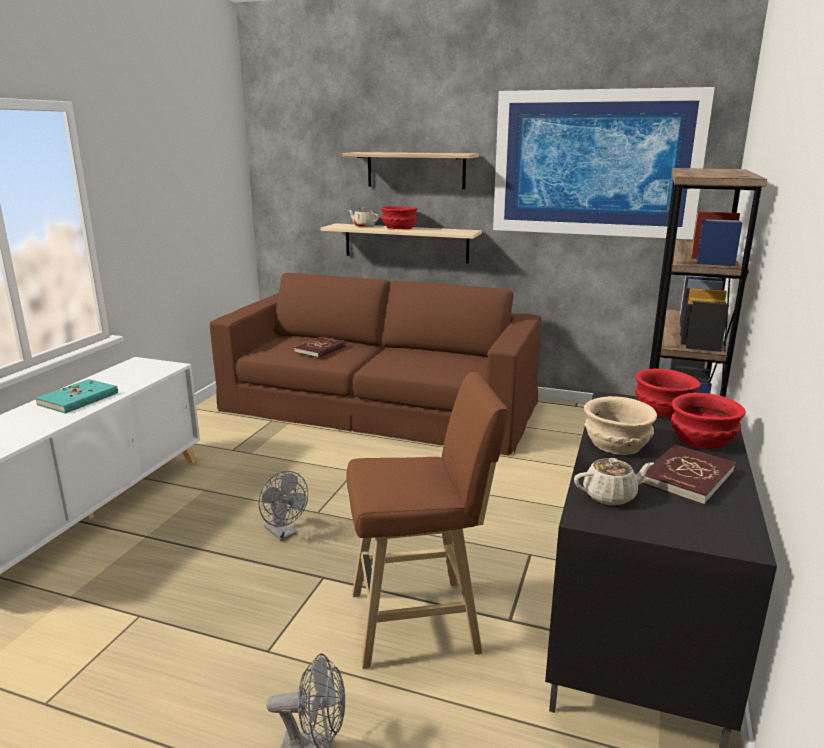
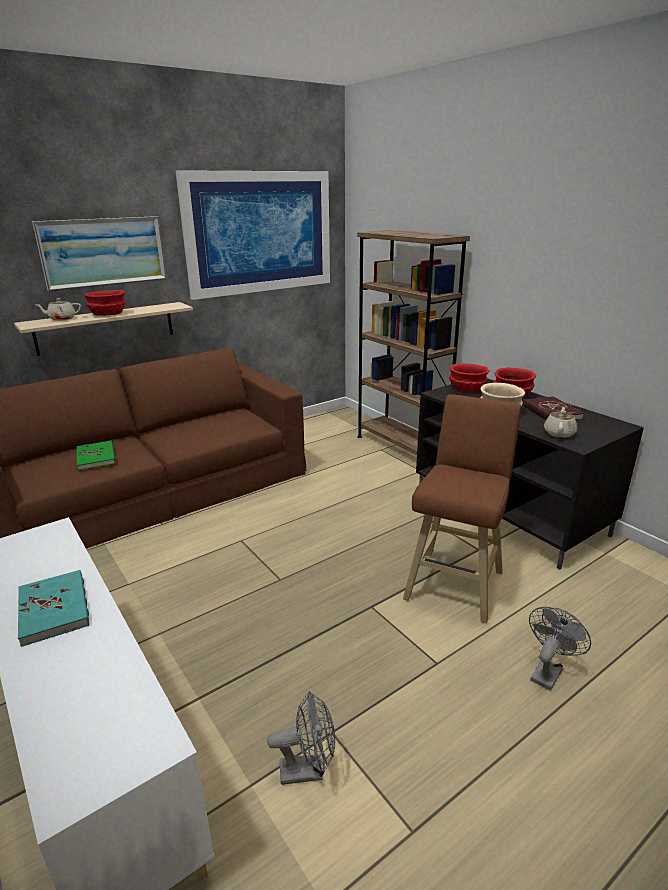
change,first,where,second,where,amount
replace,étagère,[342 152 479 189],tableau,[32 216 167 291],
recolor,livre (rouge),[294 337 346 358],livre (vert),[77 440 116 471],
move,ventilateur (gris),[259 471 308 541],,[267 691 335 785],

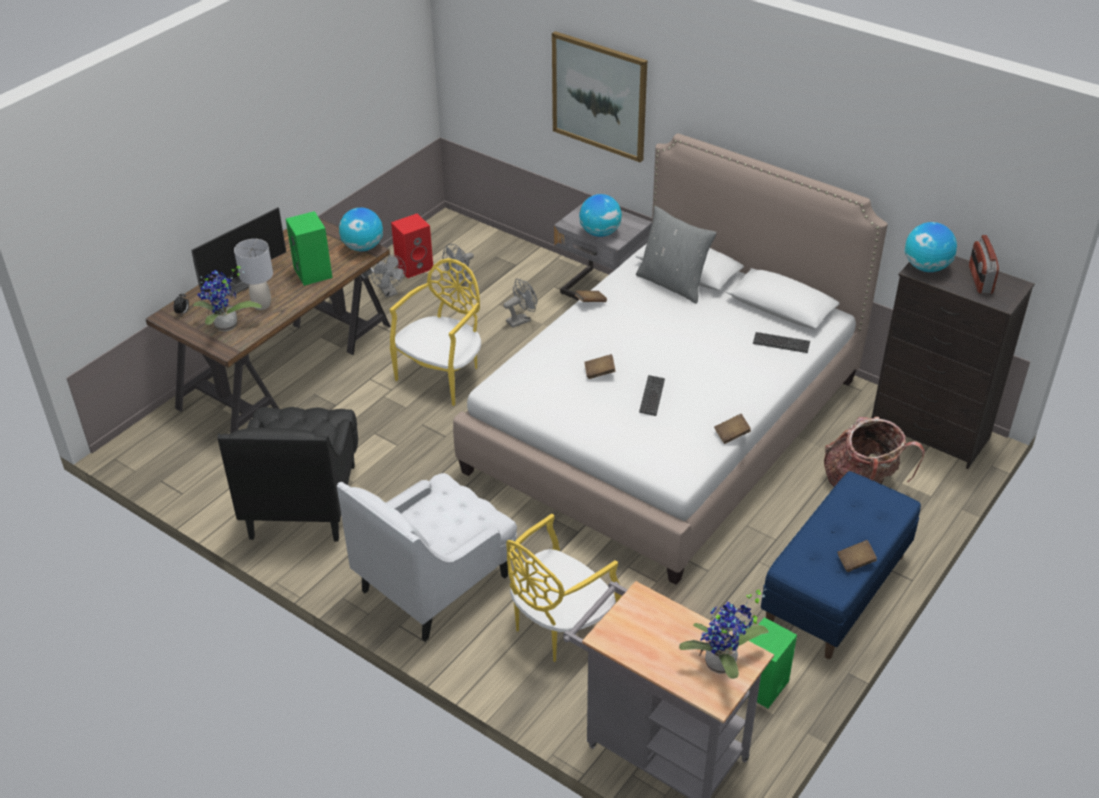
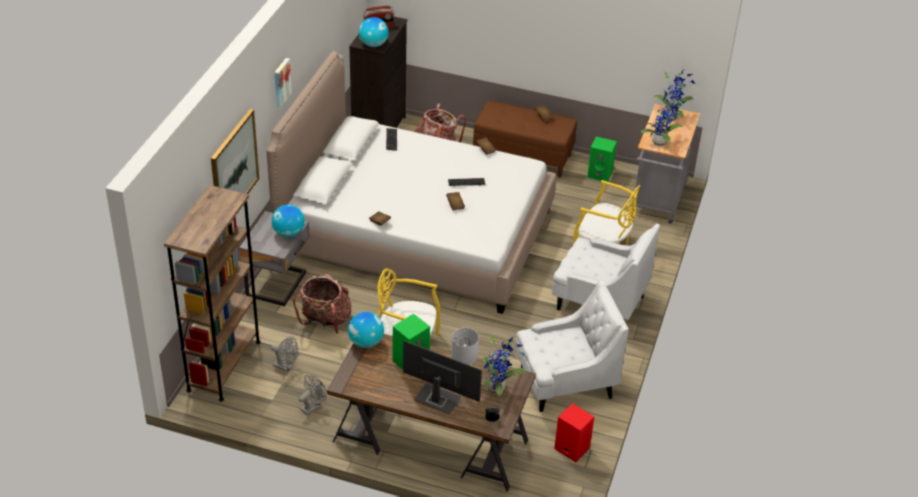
change,first,where,second,where,amount
delete,coussin (gris),[636 206 717 304],,,
move,enceinte (rouge),[391 214 433 278],,[554 403 594 462],
replace,ventilateur (gris),[503 278 537 328],sac à dos,[293 274 351 333],
recolor,fauteuil (noir),[217 407 358 542],fauteuil (blanc),[516 280 629 412],
recolor,banc (bleu),[761 471 921 659],banc (marron),[473 100 577 177],
insert,,,tableau,[275 58 292 108],
insert,,,plante en pot,[641 100 683 146],
insert,,,bibliothèque (marron),[164 185 260 402],

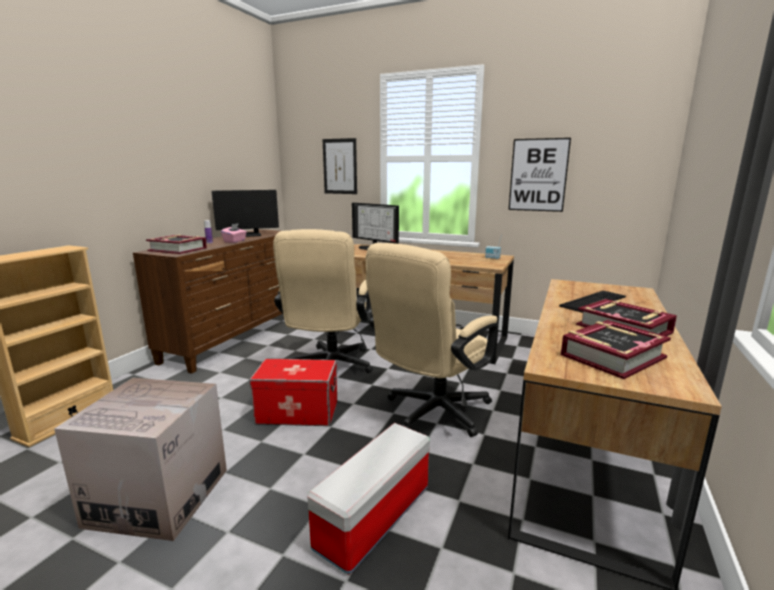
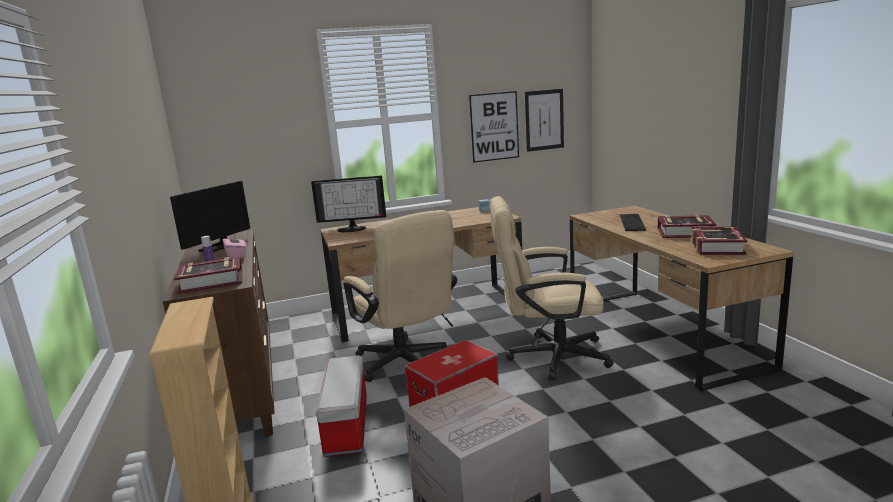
change,first,where,second,where,amount
move,tableau,[323 138 357 194],,[525 89 564 152],
rotate,chaise de bureau (beige),[365 243 498 437],,[490 196 614 380],90 degrees clockwise
move,boîte de rangement,[307 423 430 574],,[316 355 367 457],

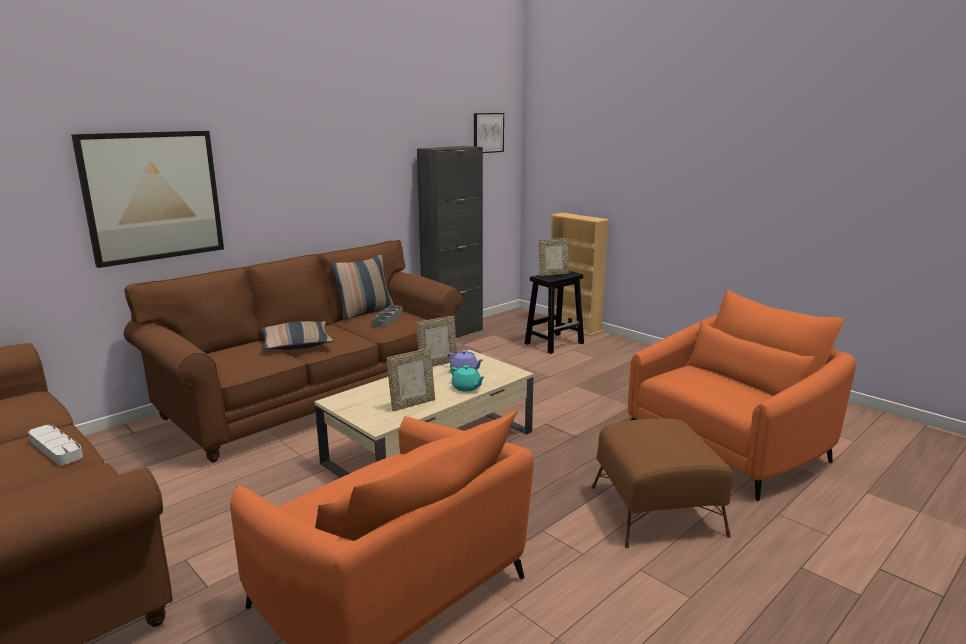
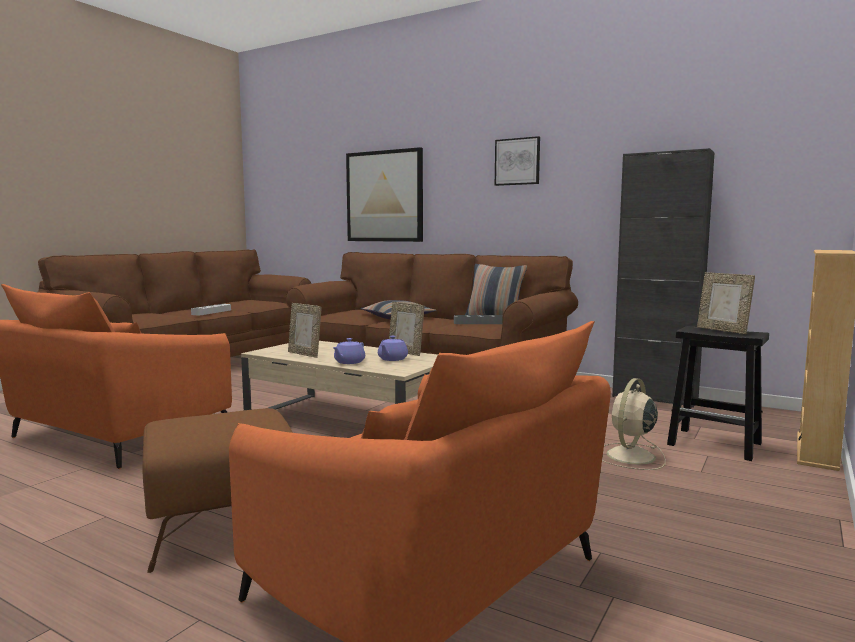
change,first,where,second,where,amount
move,tableau,[474 113 504 153],,[495 136 540 186],
recolor,théière (turquoise),[450 365 485 392],théière (violet),[333 338 365 364],
insert,,,ventilateur (beige),[602 378 666 470],

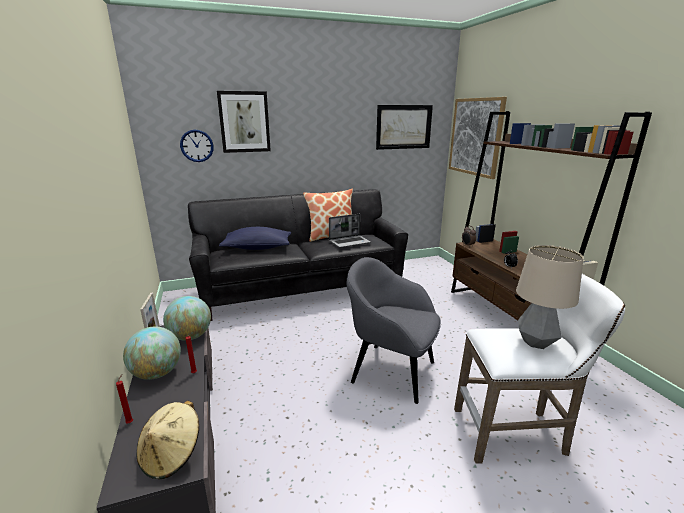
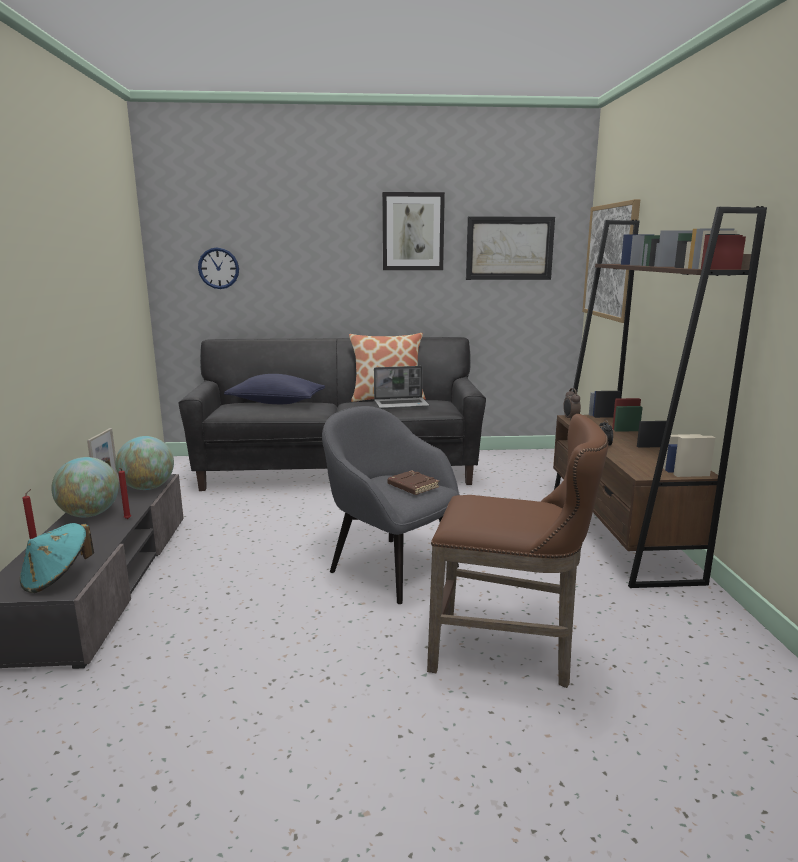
change,first,where,second,where,amount
move,tableau,[217 91 271 153],,[382 192 445 270],
delete,lampe de table,[516 245 584 349],,,
recolor,tabouret (blanc),[454 274 625 463],tabouret (marron),[427 414 608 688],
recolor,chapeau (beige),[137 400 199 479],chapeau (turquoise),[20 523 94 593],
insert,,,livre (marron),[388 470 439 495],

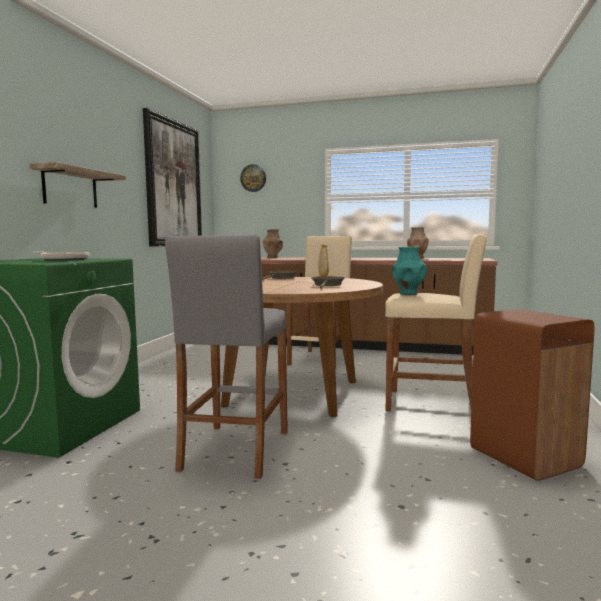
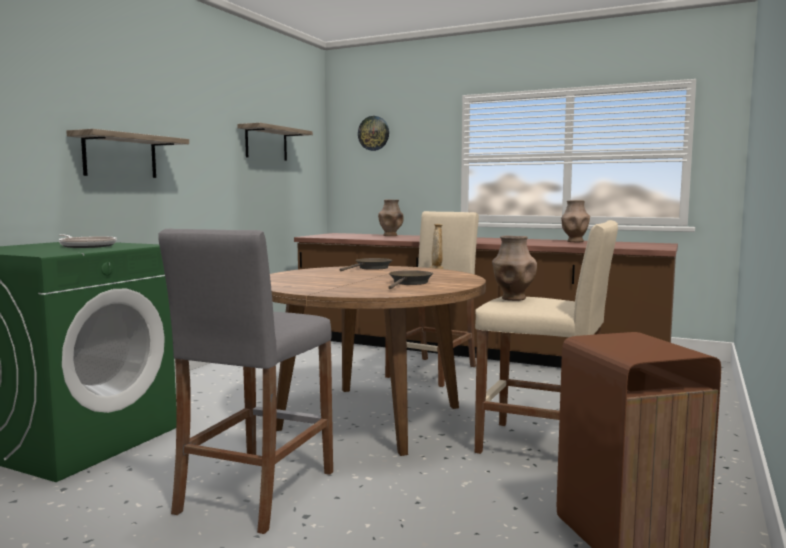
change,first,where,second,where,amount
replace,tableau,[143 108 202 247],étagère,[237 123 313 161],
recolor,vase (turquoise),[392 246 427 295],vase (marron),[492 236 537 301],

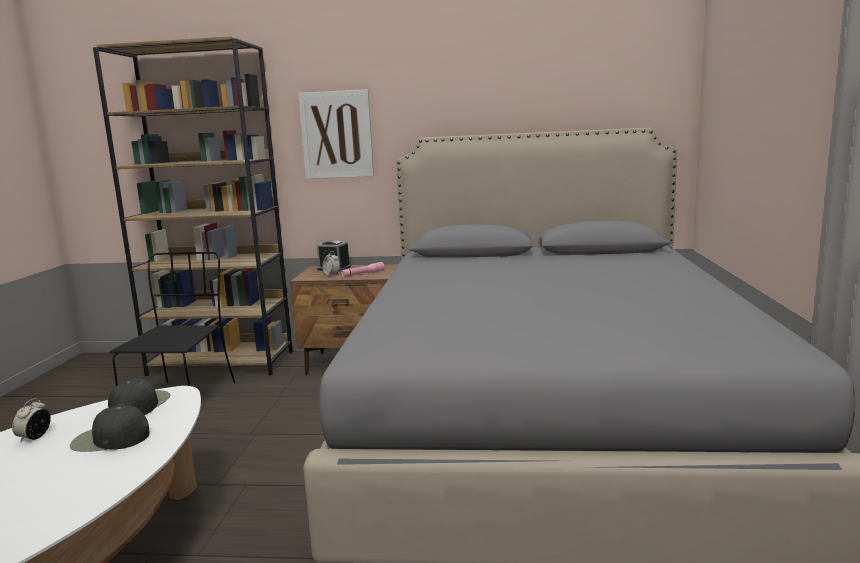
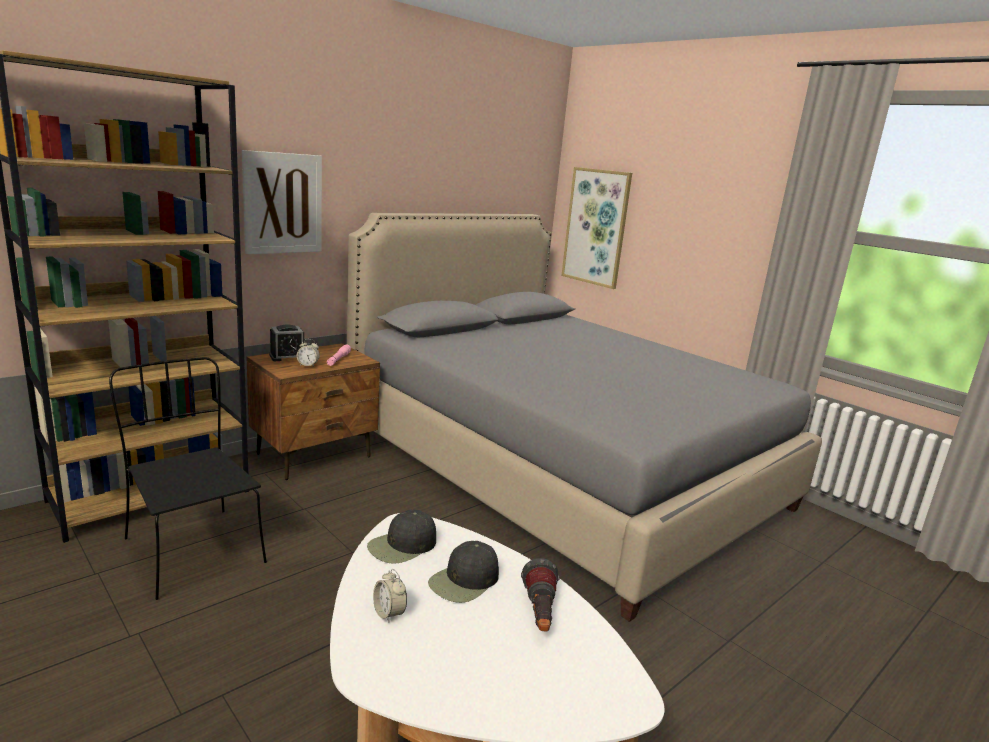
change,first,where,second,where,amount
rotate,casquette (noir),[108 378 170 415],,[367 510 436 564],90 degrees counterclockwise
insert,,,tableau,[561 167 632 289],
insert,,,lampe de poche,[521 558 559 631],

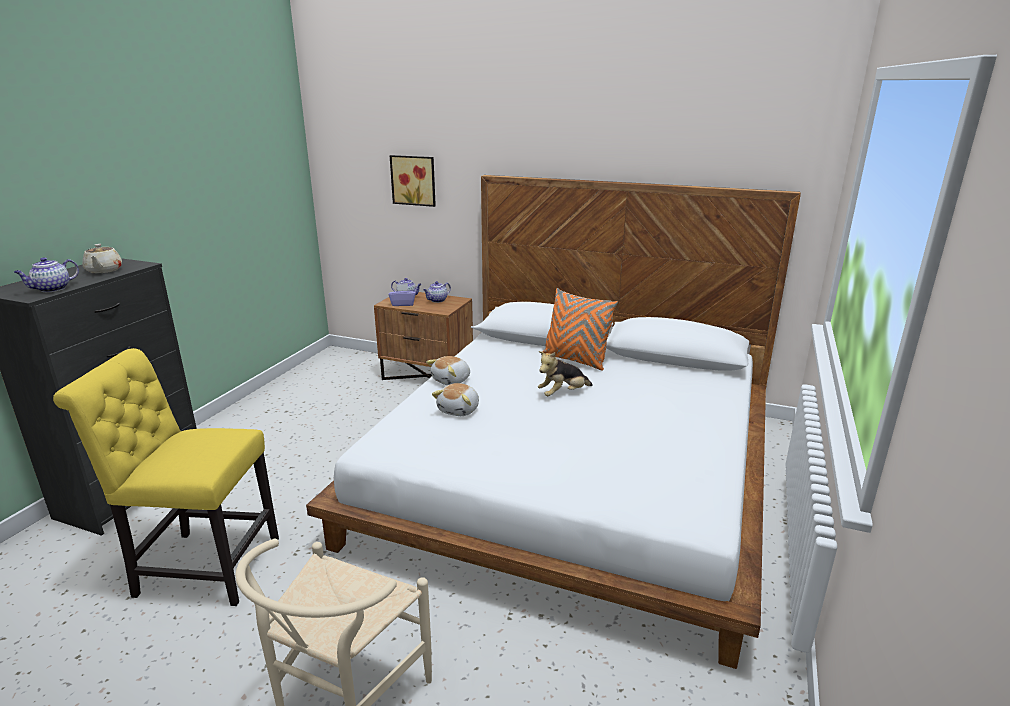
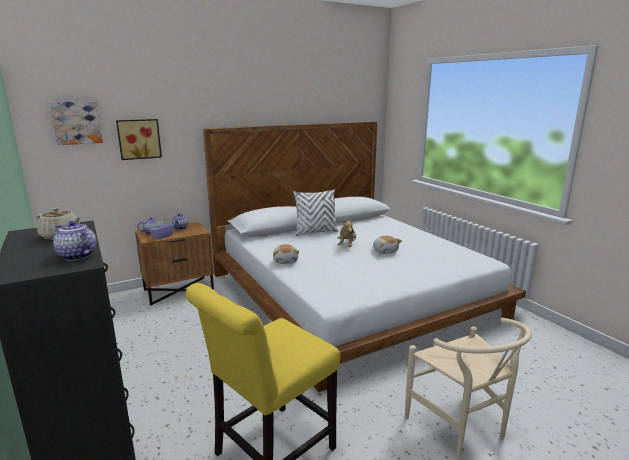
change,first,where,second,where,amount
rotate,théière,[14 257 79 292],,[53 221 96 261],135 degrees clockwise
recolor,coussin (orange),[541 288 618 370],coussin (blanc),[293 189 339 236],
move,peluche,[432 383 479 416],,[373 236 402 254],
insert,,,tableau,[49 101 103 145],

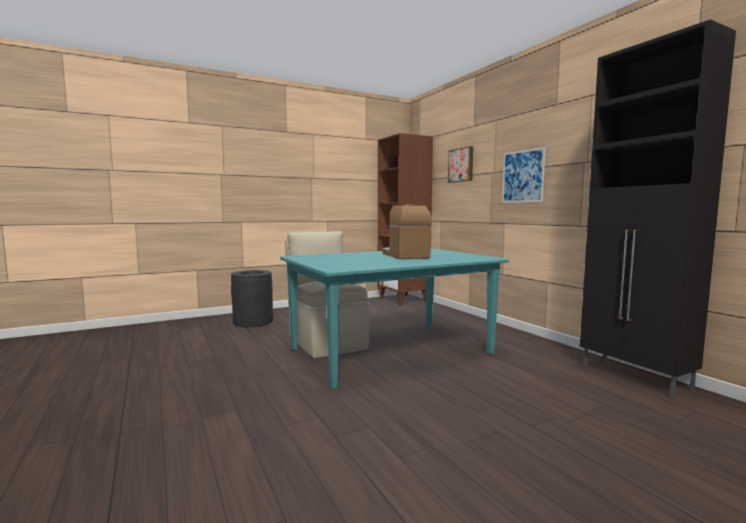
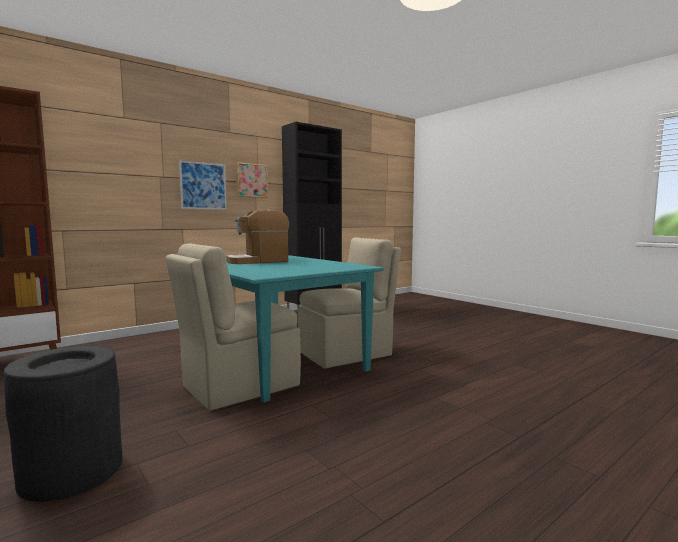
change,first,where,second,where,amount
move,tableau,[448 146 473 183],,[236 162 268 198],
insert,,,chaise (beige),[298 237 401 369],

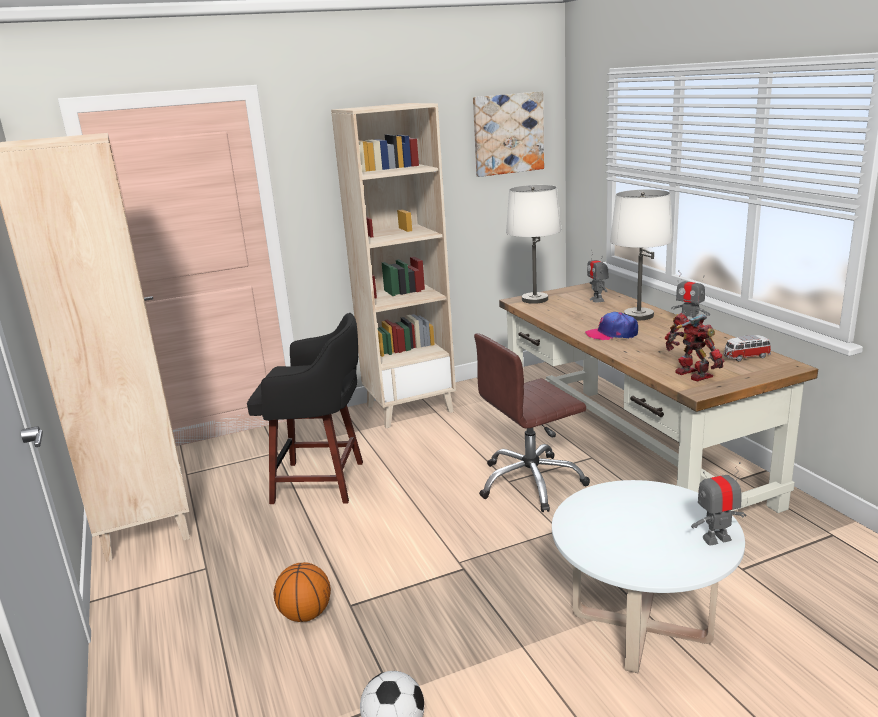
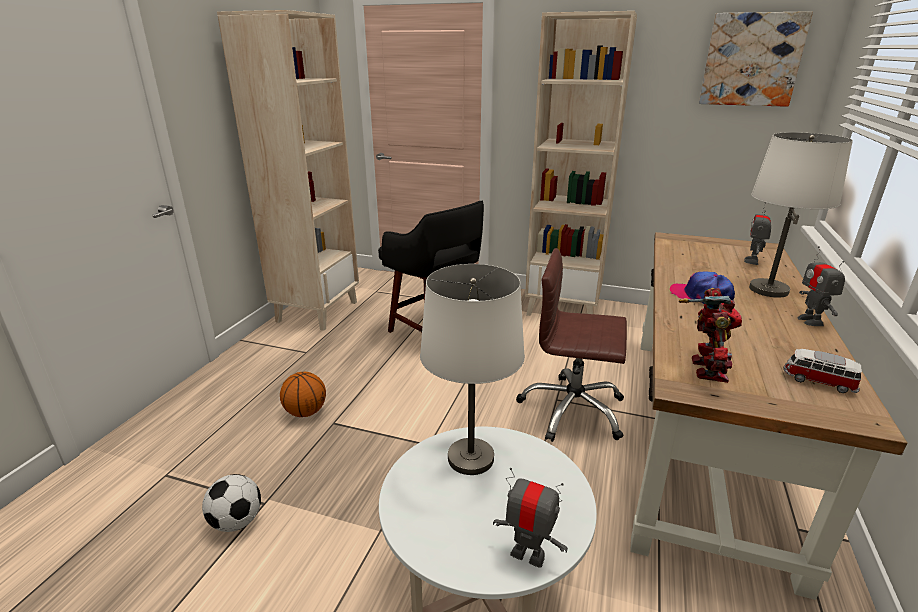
change,first,where,second,where,amount
move,lampe de table (blanc),[506 185 562 304],,[420 264 525 475],

